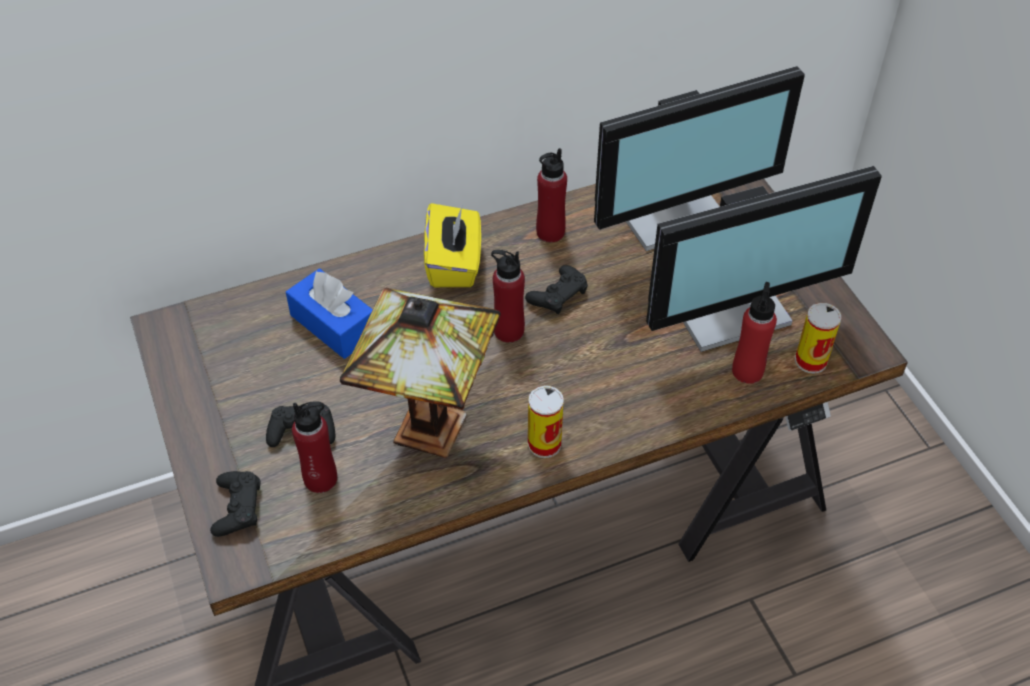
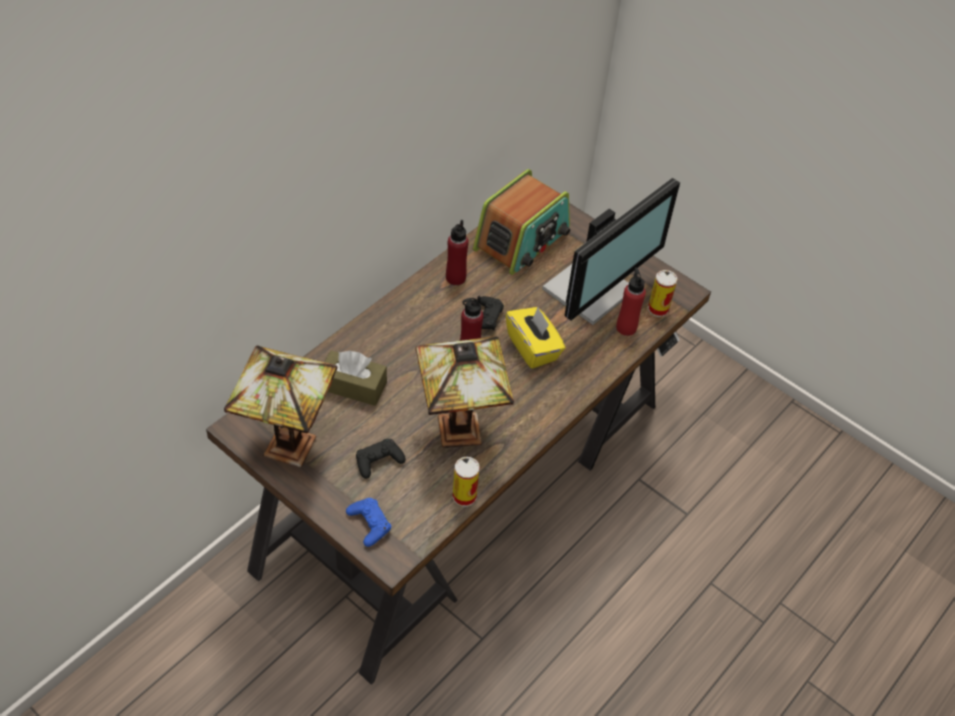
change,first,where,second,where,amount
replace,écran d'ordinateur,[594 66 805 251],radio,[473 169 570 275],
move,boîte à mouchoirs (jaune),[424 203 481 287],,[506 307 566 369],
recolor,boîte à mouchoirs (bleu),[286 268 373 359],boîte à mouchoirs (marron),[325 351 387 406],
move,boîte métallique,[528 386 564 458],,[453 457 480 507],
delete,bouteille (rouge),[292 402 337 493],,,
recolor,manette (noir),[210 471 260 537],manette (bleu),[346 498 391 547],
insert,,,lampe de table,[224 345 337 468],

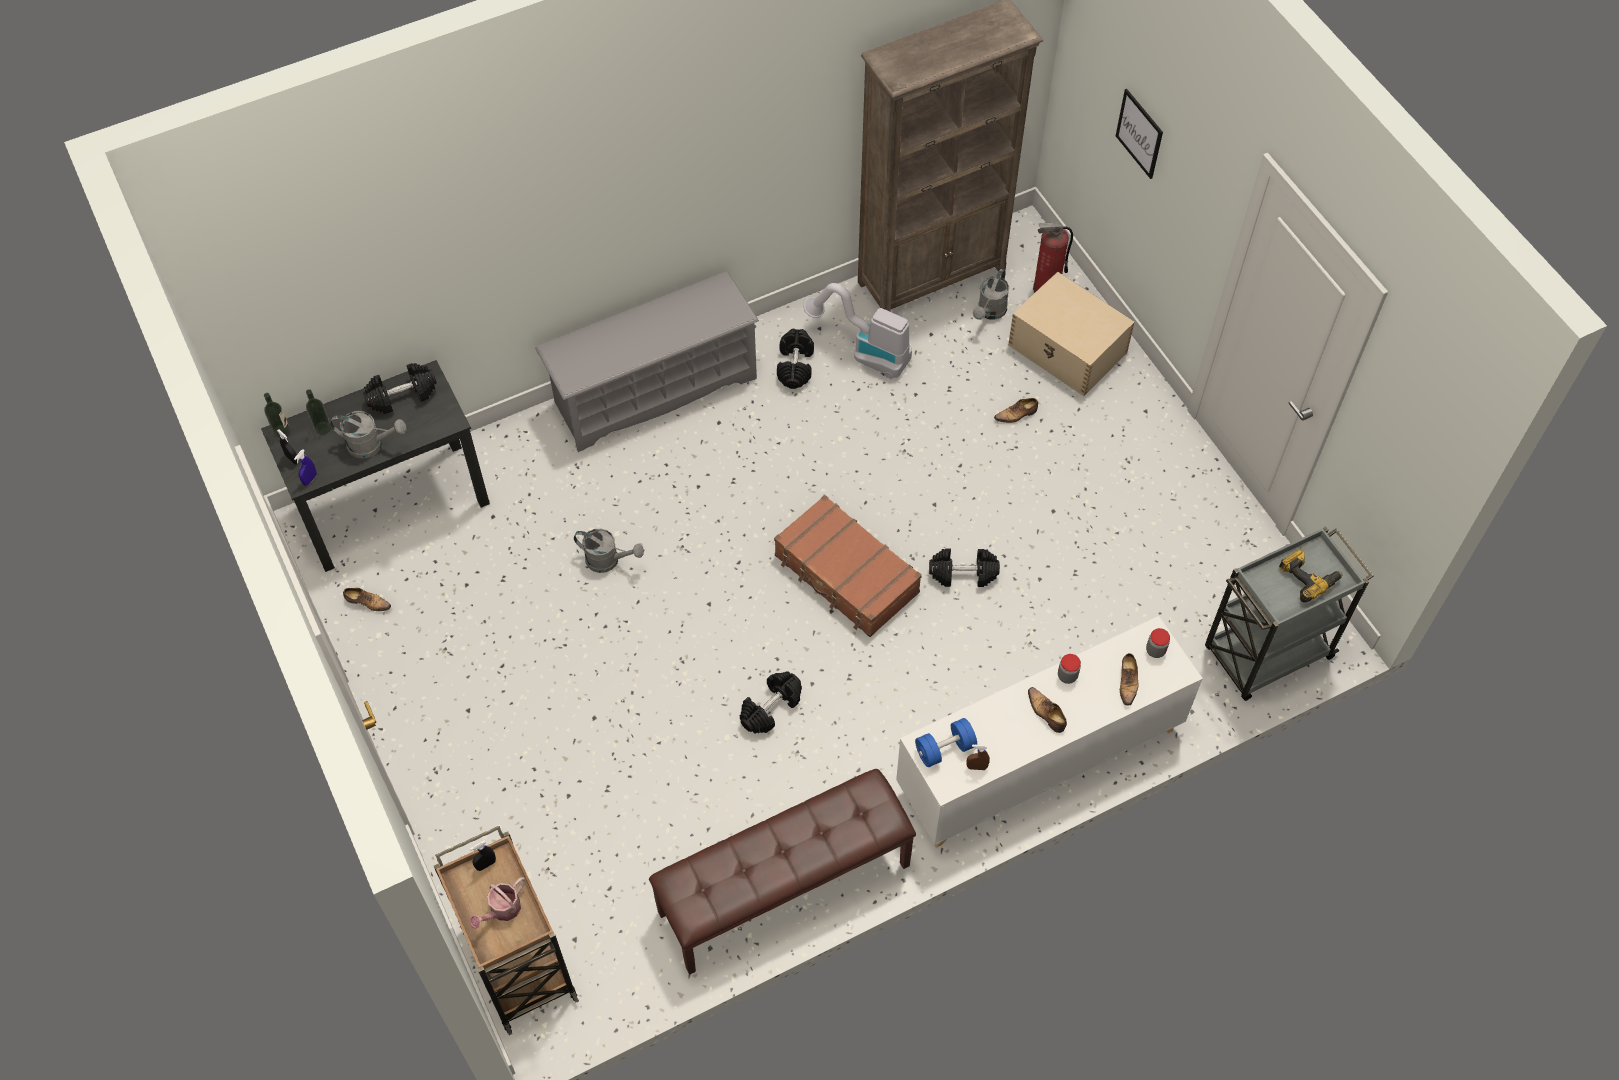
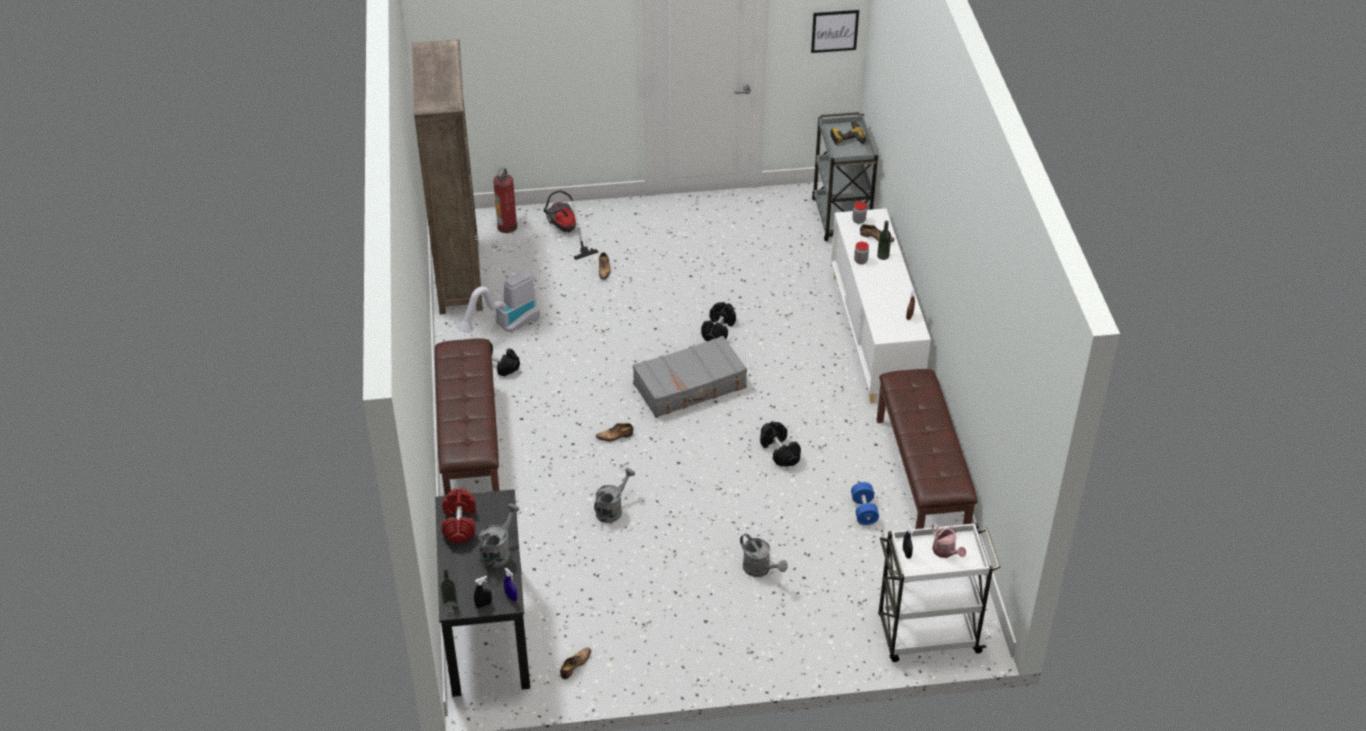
change,first,where,second,where,amount
move,tableau,[1116 89 1163 179],,[811 10 859 53],
move,arrosoir (gris),[973 269 1009 320],,[740 534 788 577],
replace,étagère à chaussures (gris),[535 271 759 452],banc (marron),[435 338 500 496],
replace,boîte de rangement (beige),[1008 271 1135 396],aspirateur,[544 191 598 260],
recolor,haltère (noir),[363 363 437 414],haltère (rouge),[442 488 476 543],
move,bouteille,[306 389 331 435],,[877 221 891 260],
recolor,valise (marron),[774 495 922 637],valise (gris),[633 336 747 418],
move,chaussure,[1028 687 1067 733],,[596 423 633 441],
move,haltère (bleu),[915 718 977 767],,[851 482 879 525],
recolor,chariot (marron),[434 826 579 1035],chariot (blanc),[878 523 1001 662],

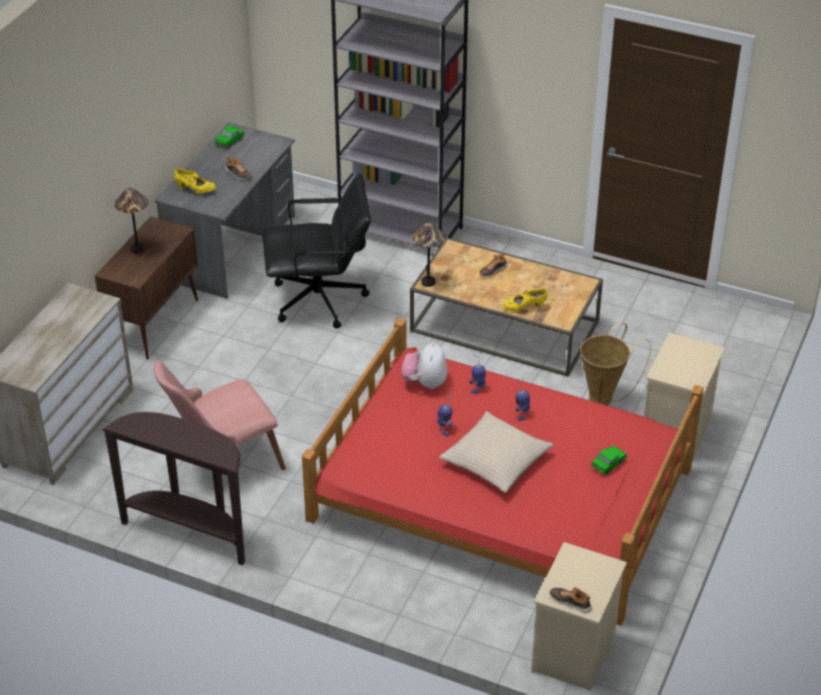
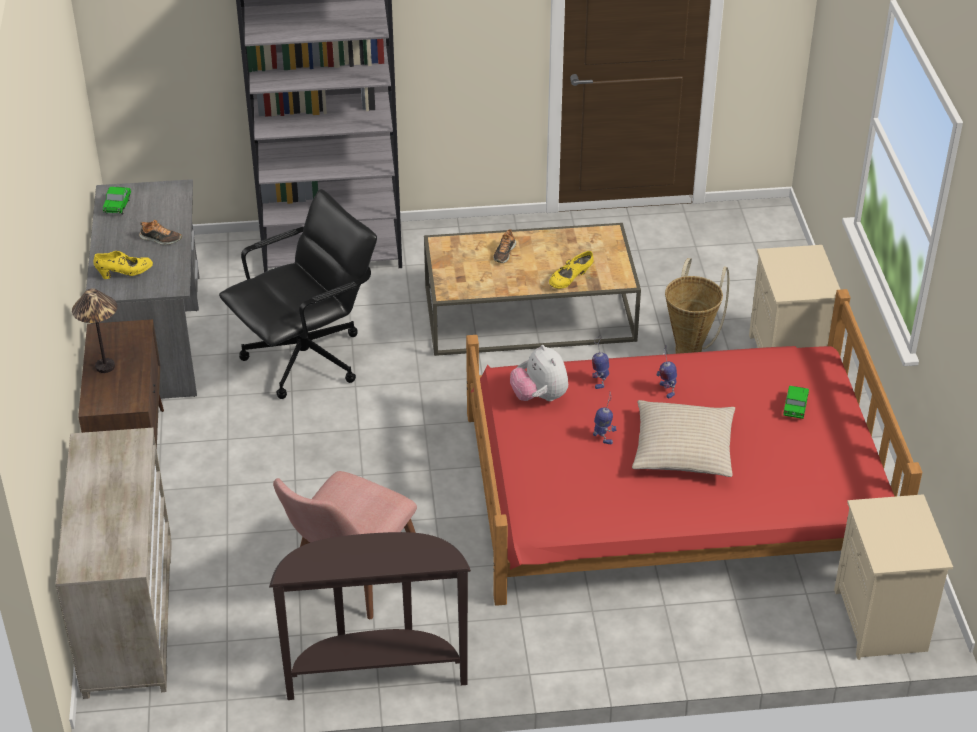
change,first,where,second,where,amount
delete,lampe de table,[412 222 446 287],,,
delete,chaussure,[550 587 592 613],,,

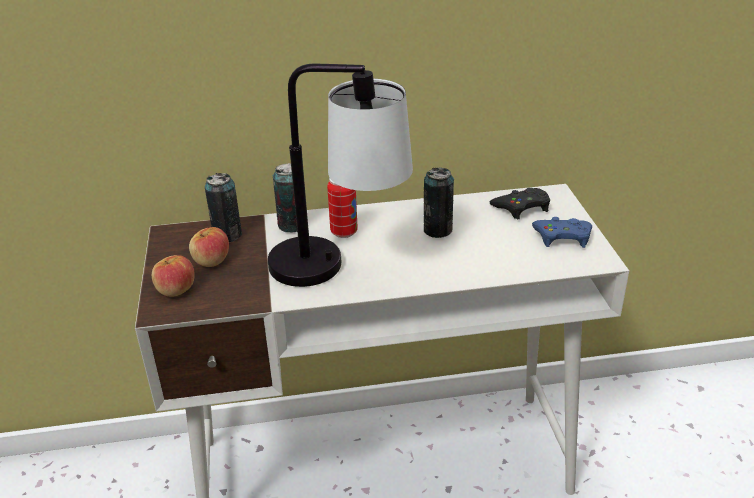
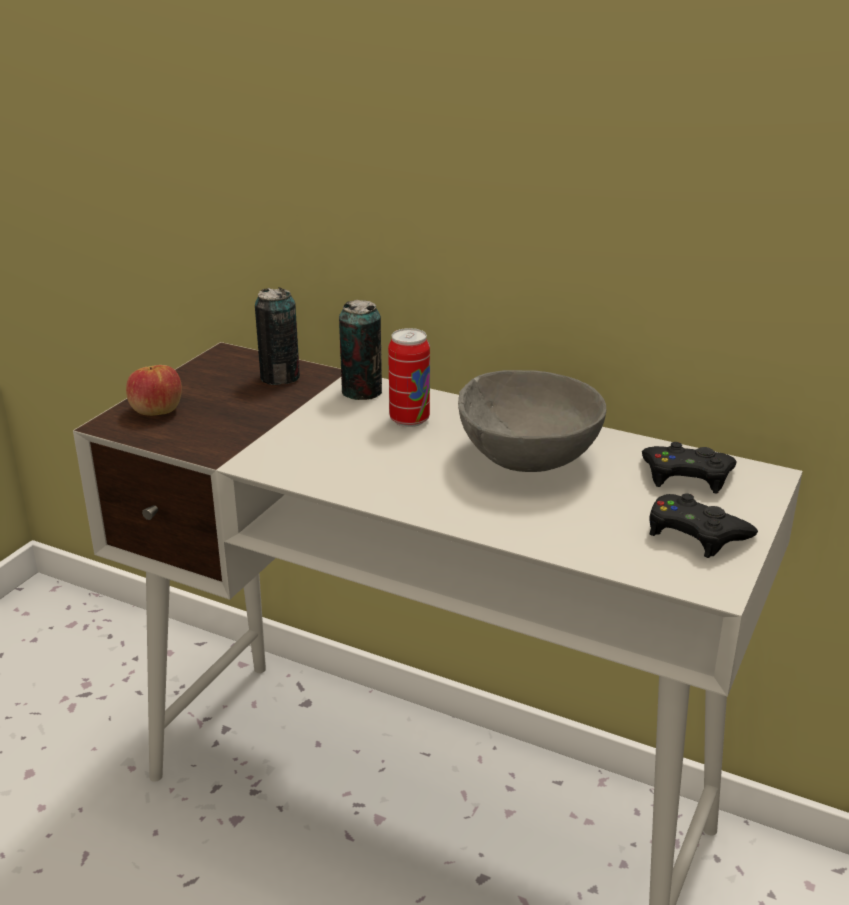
change,first,where,second,where,amount
delete,lampe de table,[268 64 413 287],,,
replace,boîte métallique,[424 168 454 238],bol (gris),[458 370 606 472],
recolor,manette (bleu),[532 217 592 248],manette (noir),[650 493 758 558],
delete,pomme,[189 227 229 267],,,

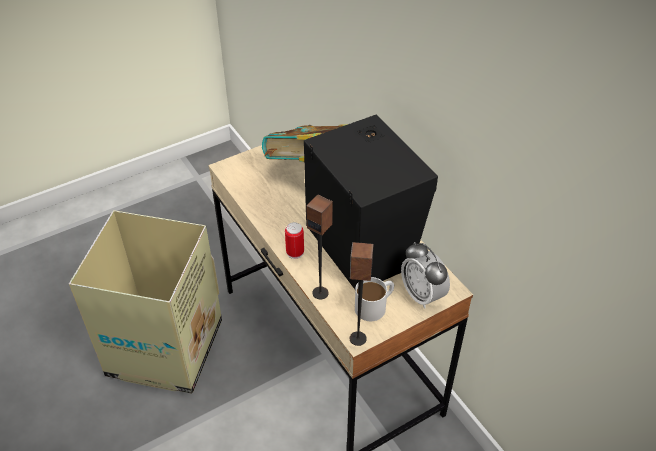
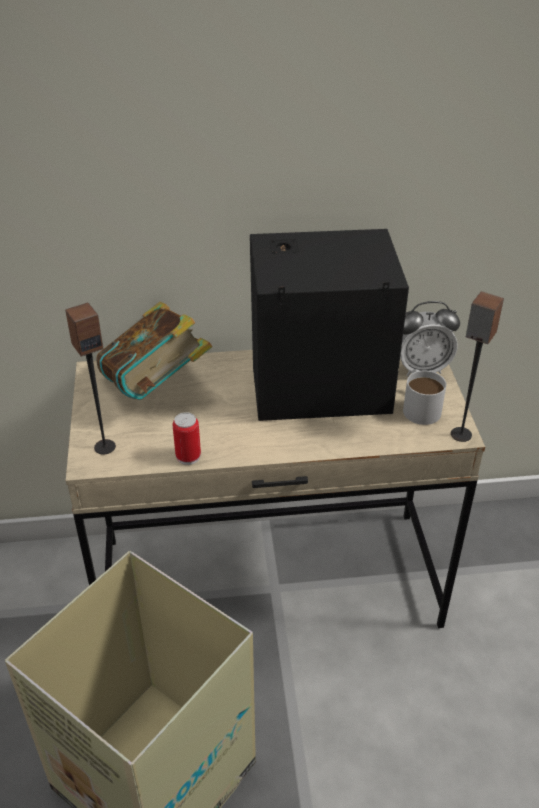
change,first,where,second,where,amount
move,enceinte,[306 195 333 299],,[65 302 116 455],
move,boîte métallique,[285 222 304 259],,[173 412 201 465],

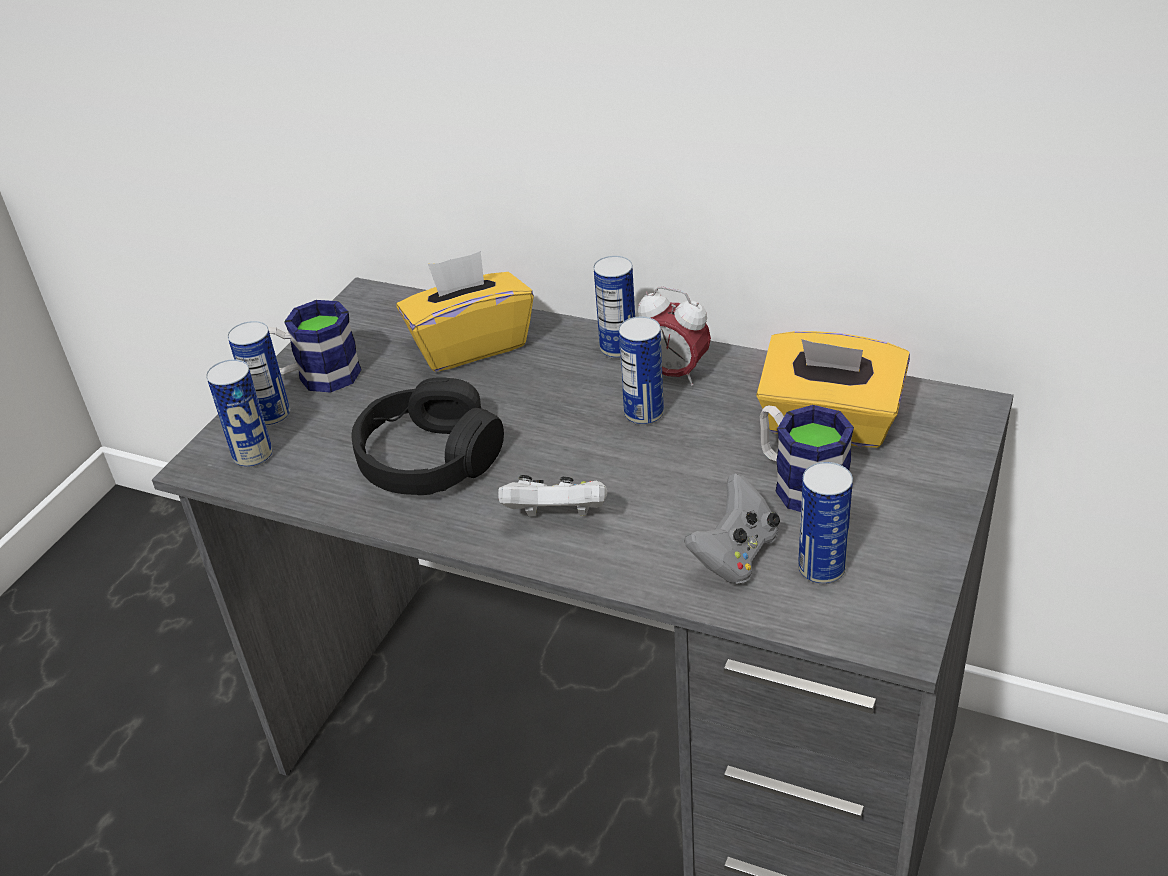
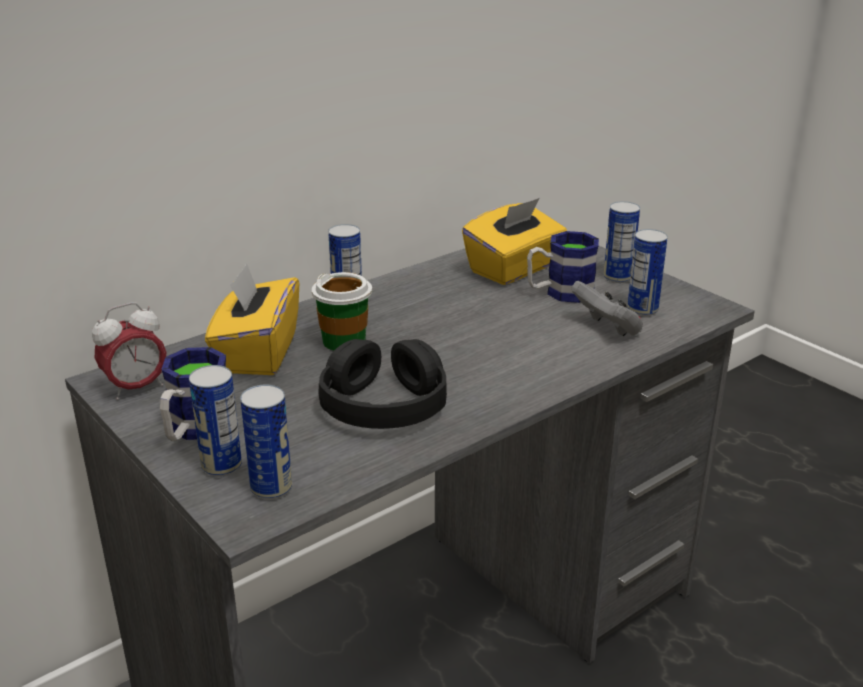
change,first,where,second,where,amount
move,réveil,[638 287 711 386],,[92 302 166 400],
move,boîte métallique,[619 317 664 425],,[603 201 640 283],
delete,manette (blanc),[498 475 607 516],,,
insert,,,tasse,[312 272 372 351],

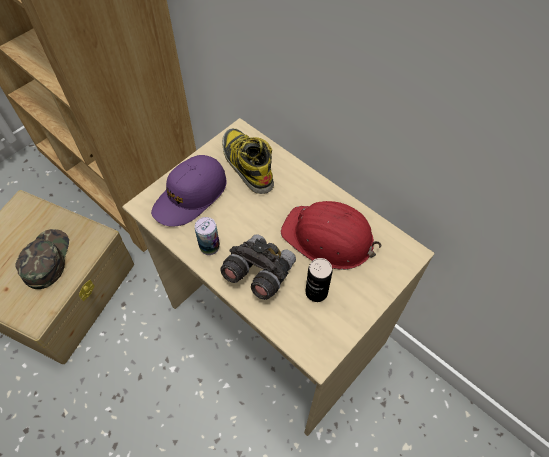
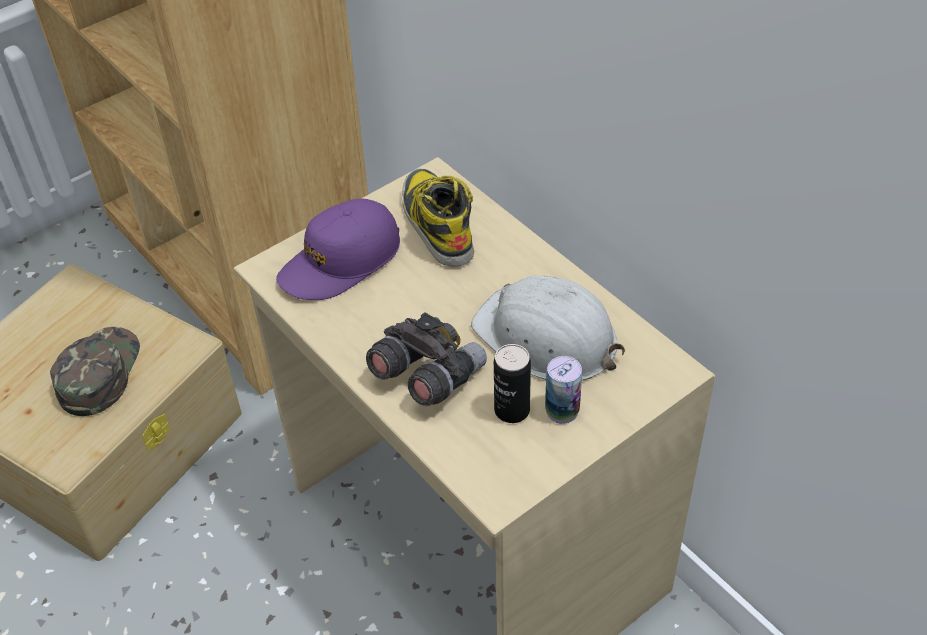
change,first,where,second,where,amount
recolor,casque de chantier (rouge),[281 201 382 270],casque de chantier (blanc),[471 275 625 380],
move,boîte métallique,[195 217 220 255],,[545 356 582 424],

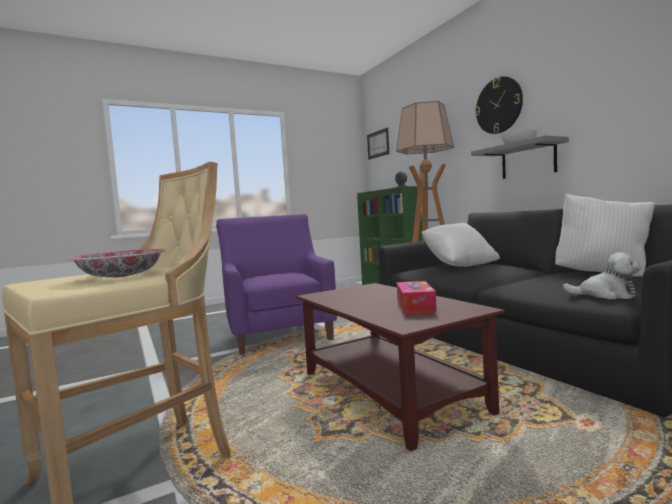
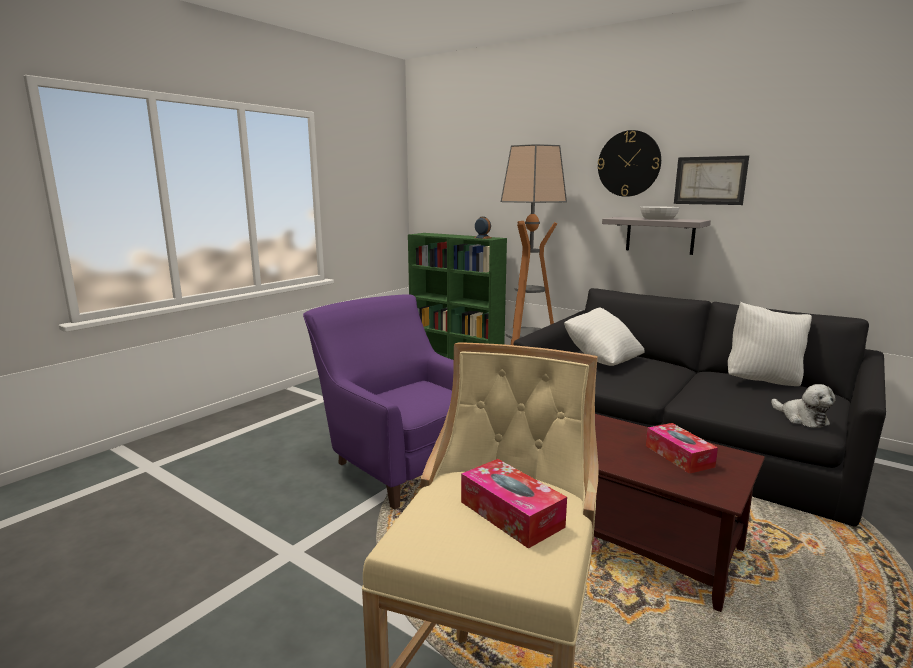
change,first,where,second,where,amount
move,tableau,[367 128 389 160],,[674 156 749 205],
replace,bol,[68 249 166 277],boîte à mouchoirs,[461 459 567 549],
rotate,peluche,[563 252 641 299],,[771 384 836 428],60 degrees clockwise

